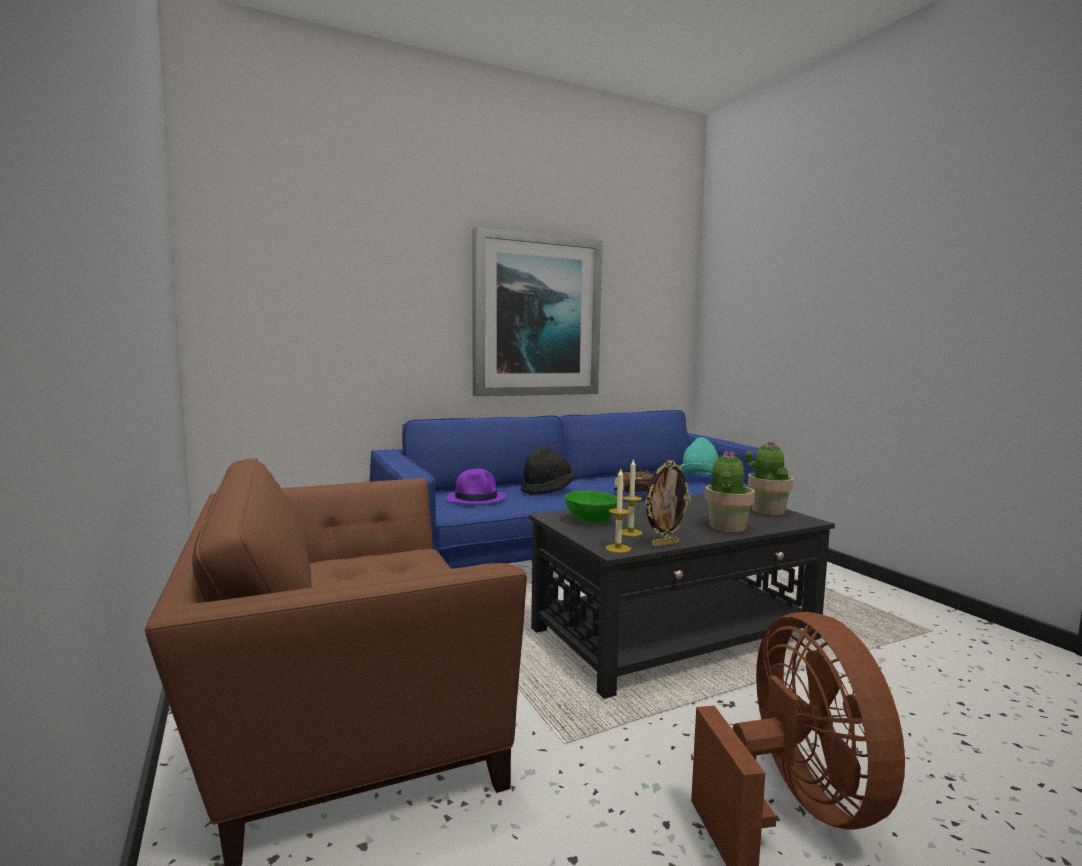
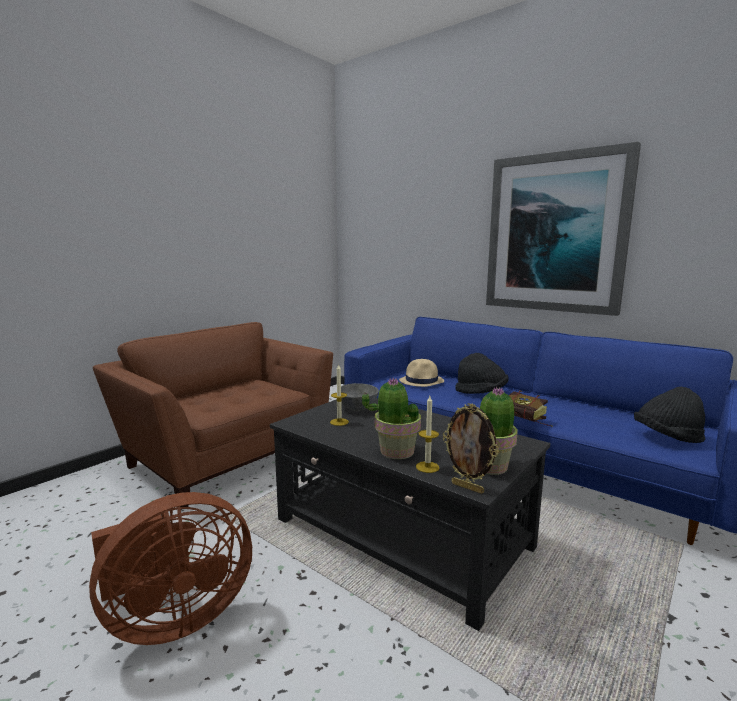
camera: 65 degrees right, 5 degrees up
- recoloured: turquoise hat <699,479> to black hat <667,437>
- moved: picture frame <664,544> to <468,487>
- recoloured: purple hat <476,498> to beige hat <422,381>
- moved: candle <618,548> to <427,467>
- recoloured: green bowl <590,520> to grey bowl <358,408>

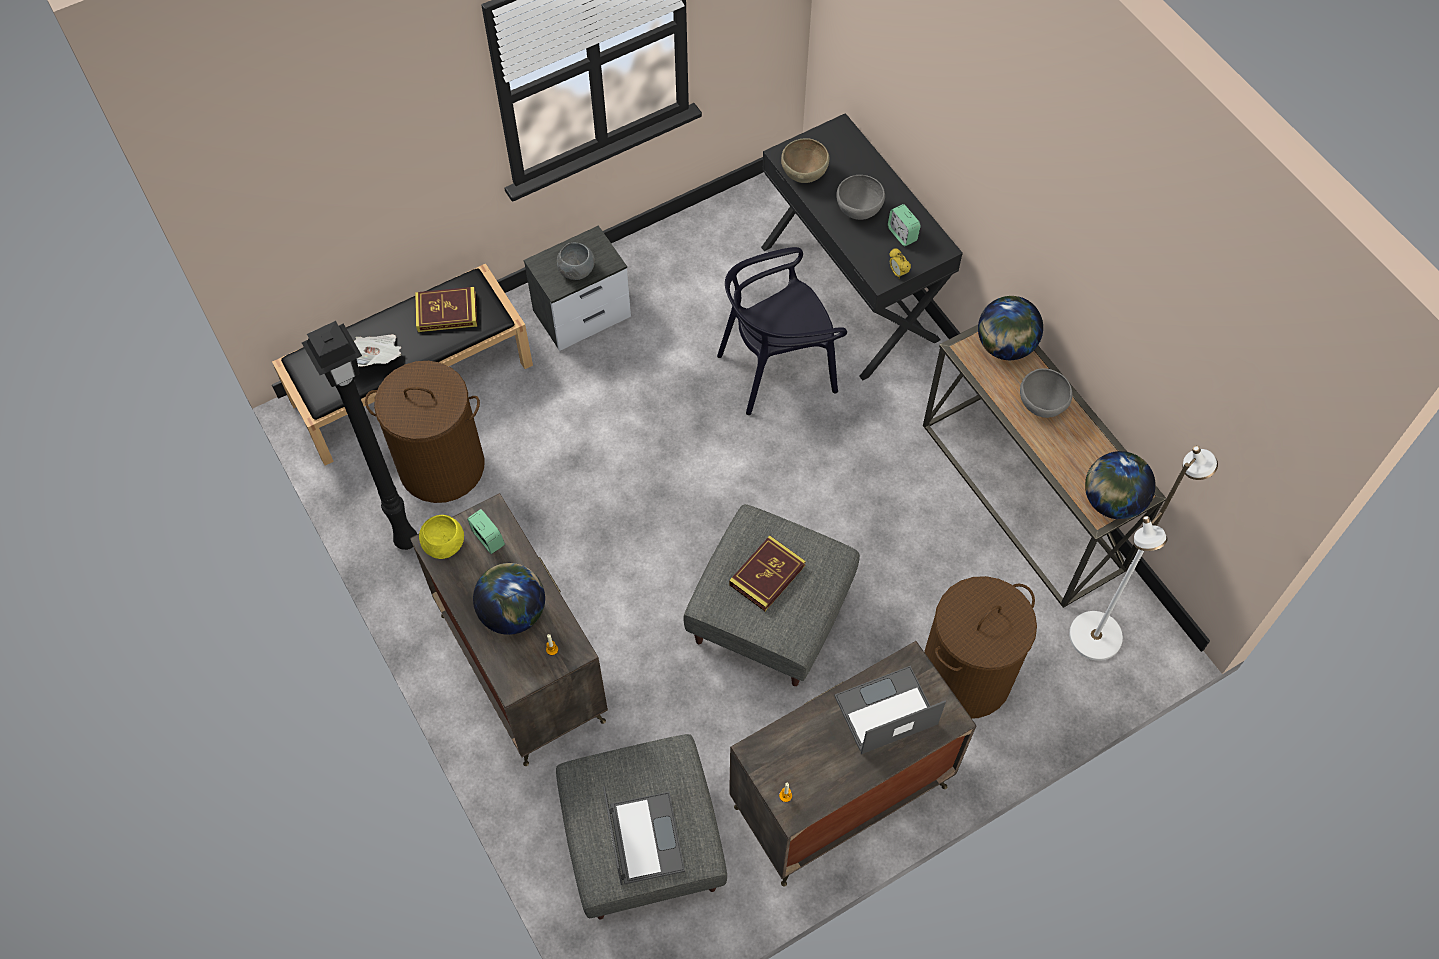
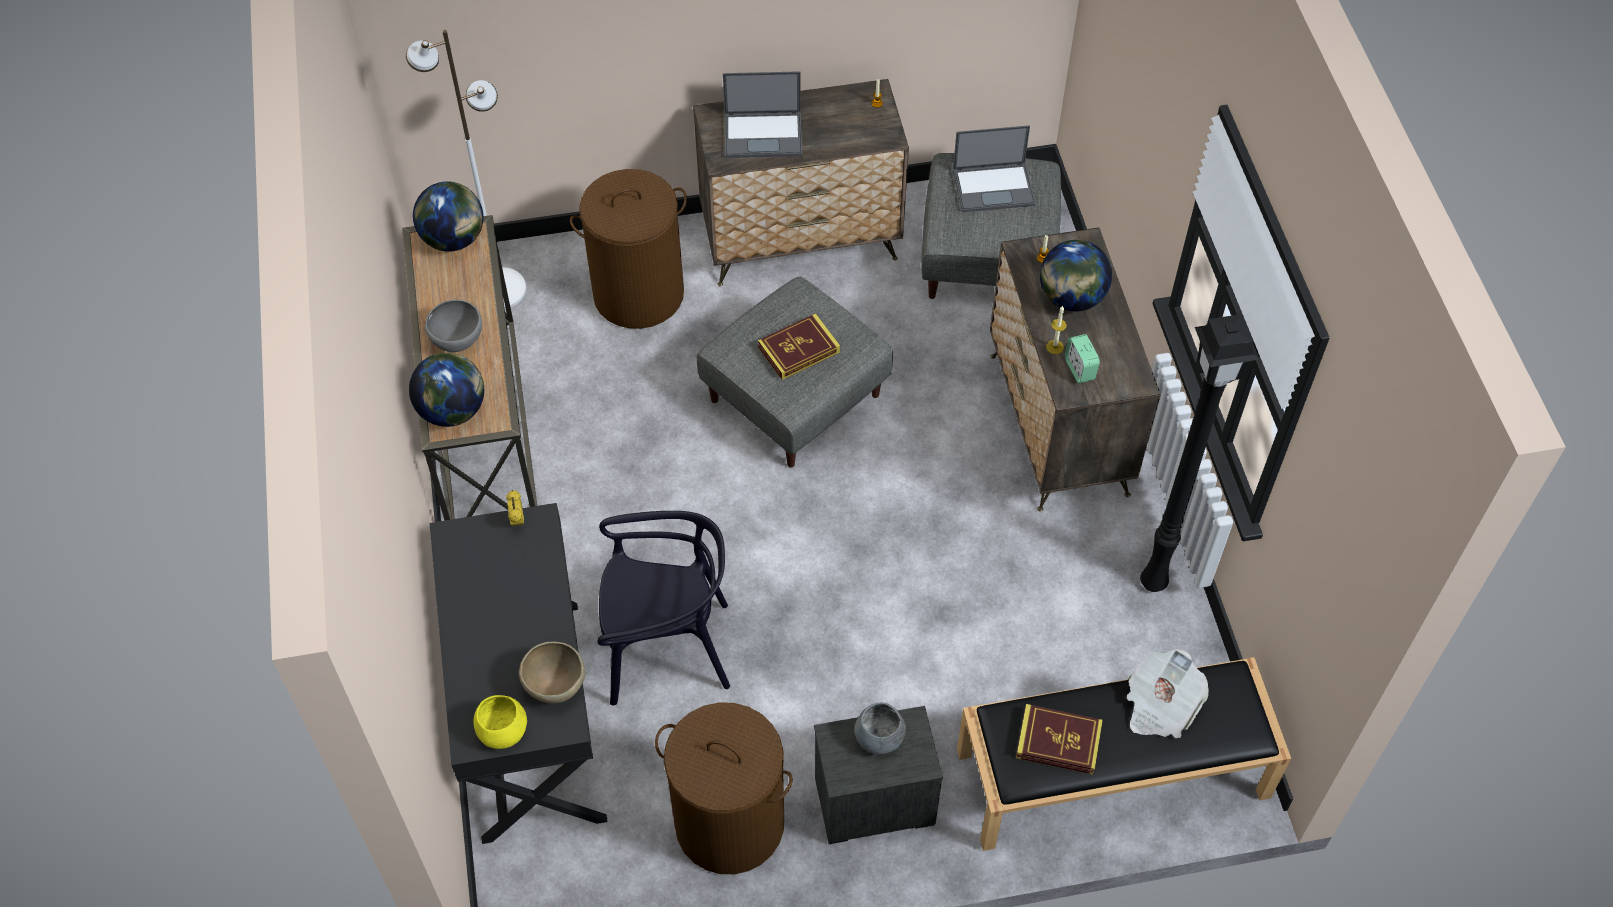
camera: 160 degrees left, 5 degrees down
- removed: grey bowl <859,211>
- removed: alarm clock <902,234>
- moved: brown laundry basket <442,466> to <729,824>
- moved: yellow bowl <444,545> to <503,731>
- turned: laptop <644,837> = <994,187> 105 degrees counterclockwise
- added: candle <1055,347>

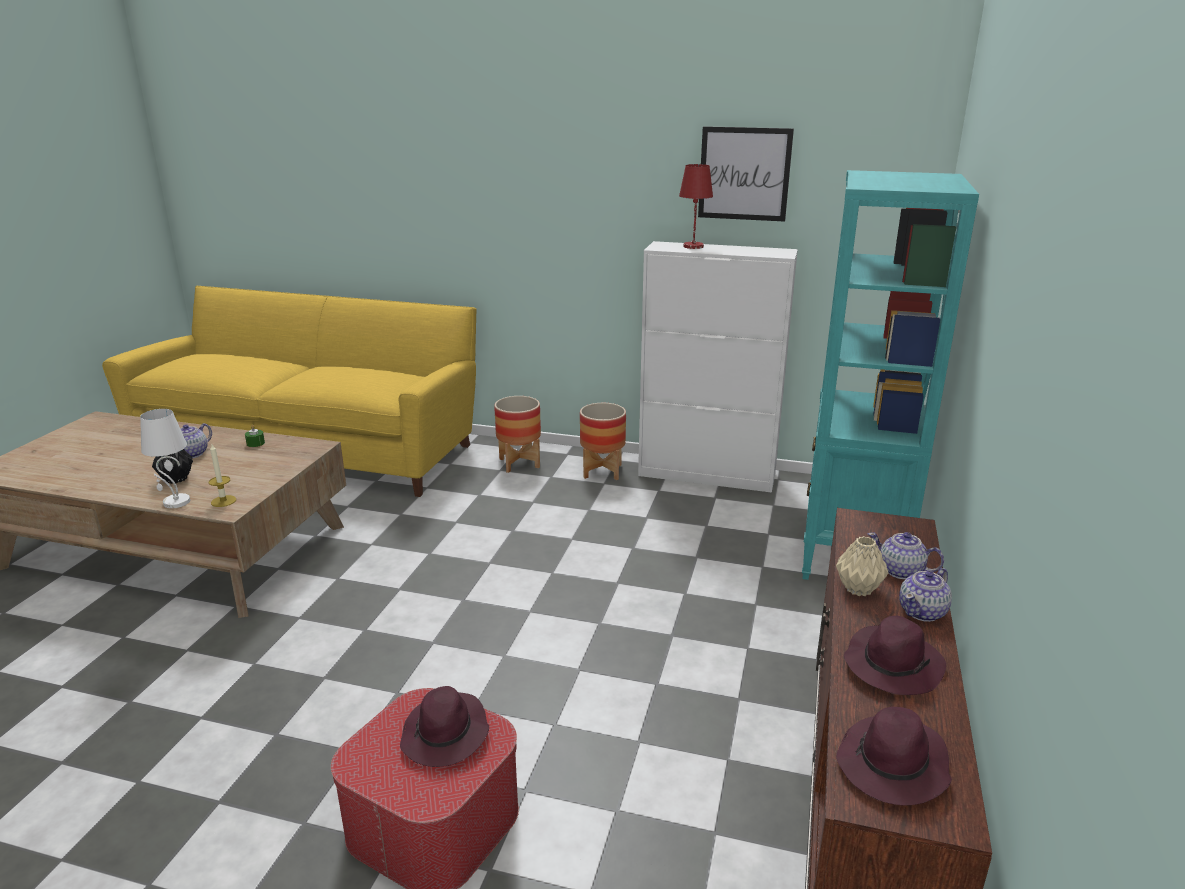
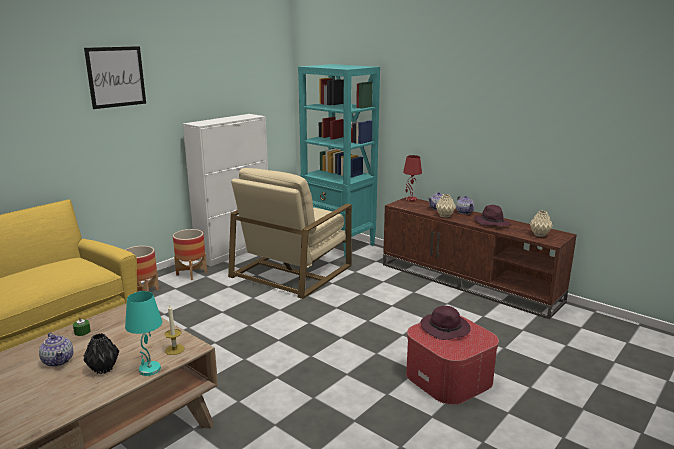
camera: 65 degrees left, 5 degrees down
- moved: picture <744,174> to <116,77>
- moved: red table lamp <693,246> to <410,199>
- recoloured: white table lamp <176,502> to turquoise table lamp <150,370>
- replaced: purple hat <893,766> to beige vase <540,235>
- added: beige armchair <291,270>

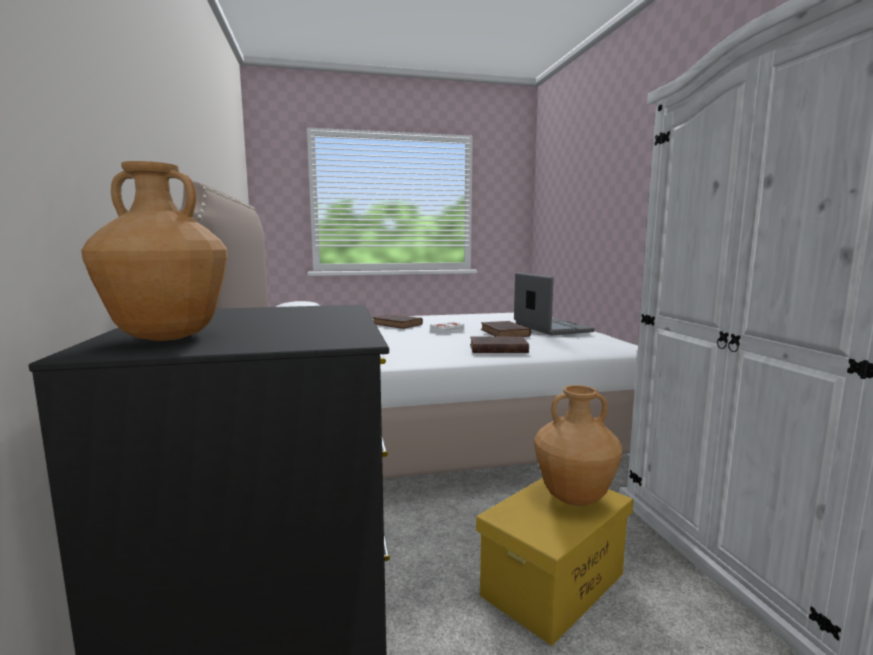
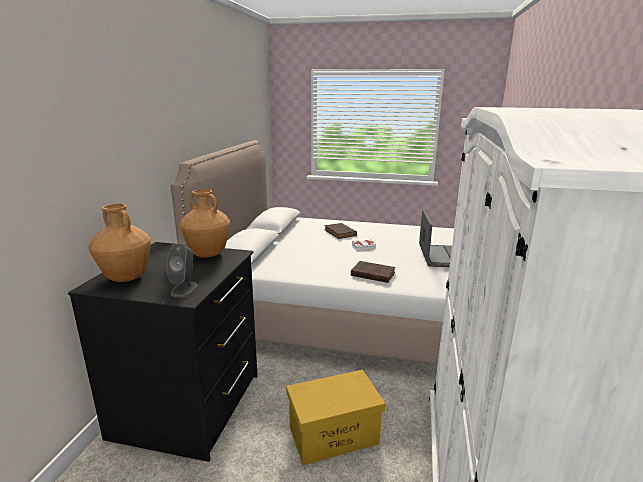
camera: 25 degrees right, 10 degrees up
- removed: brown book <505,333>
- moved: brown vase <573,498> to <207,254>
- added: grey speaker <184,289>

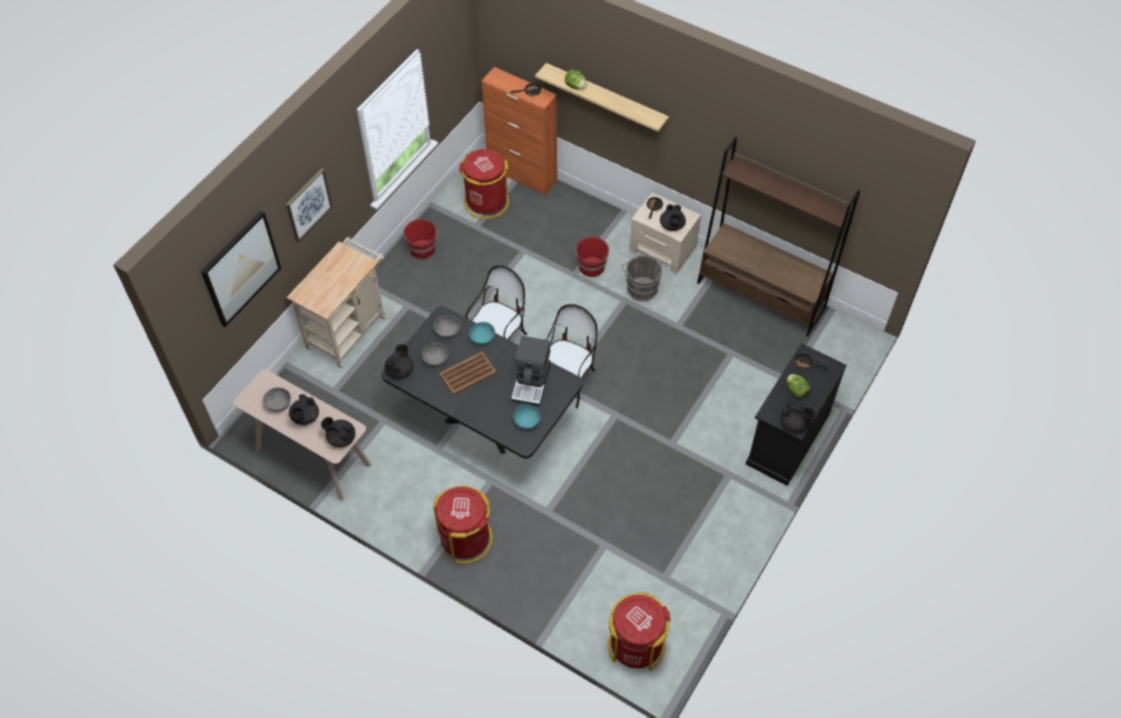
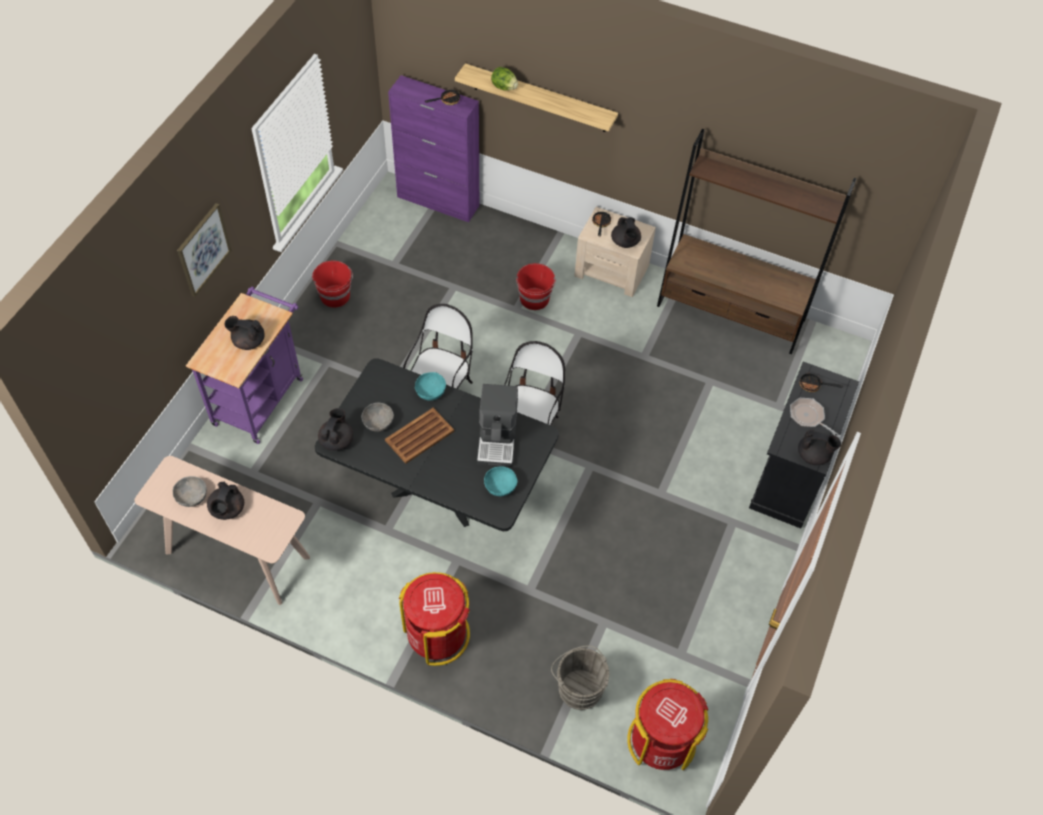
camera: 10 degrees left, 0 degrees up
- recoloured: orange cabinet <522,174> to purple cabinet <438,201>
- removed: red trash can <486,202>
- removed: picture <241,268>
- recoloured: beige cart <349,329> to purple cart <261,397>
- moved: grey bucket <641,288> to <578,686>
- removed: grey bowl <447,331>
- replaced: lettuce <796,391> to frying pan <809,417>
- moved: black teapot <341,438> to <248,341>

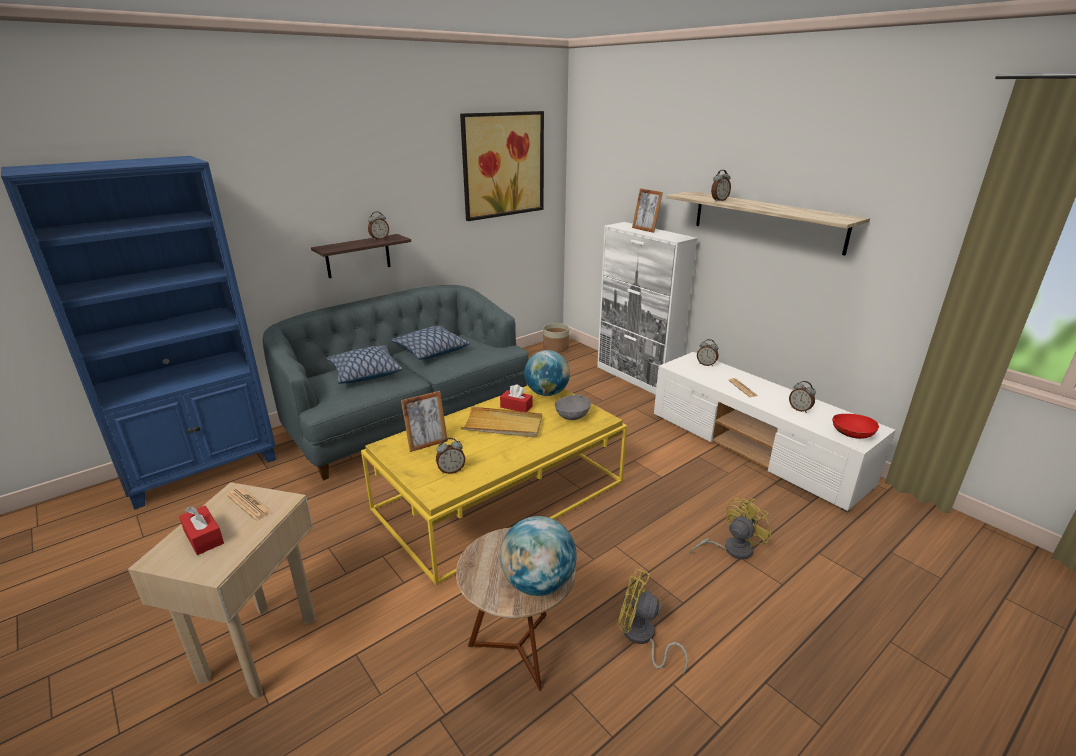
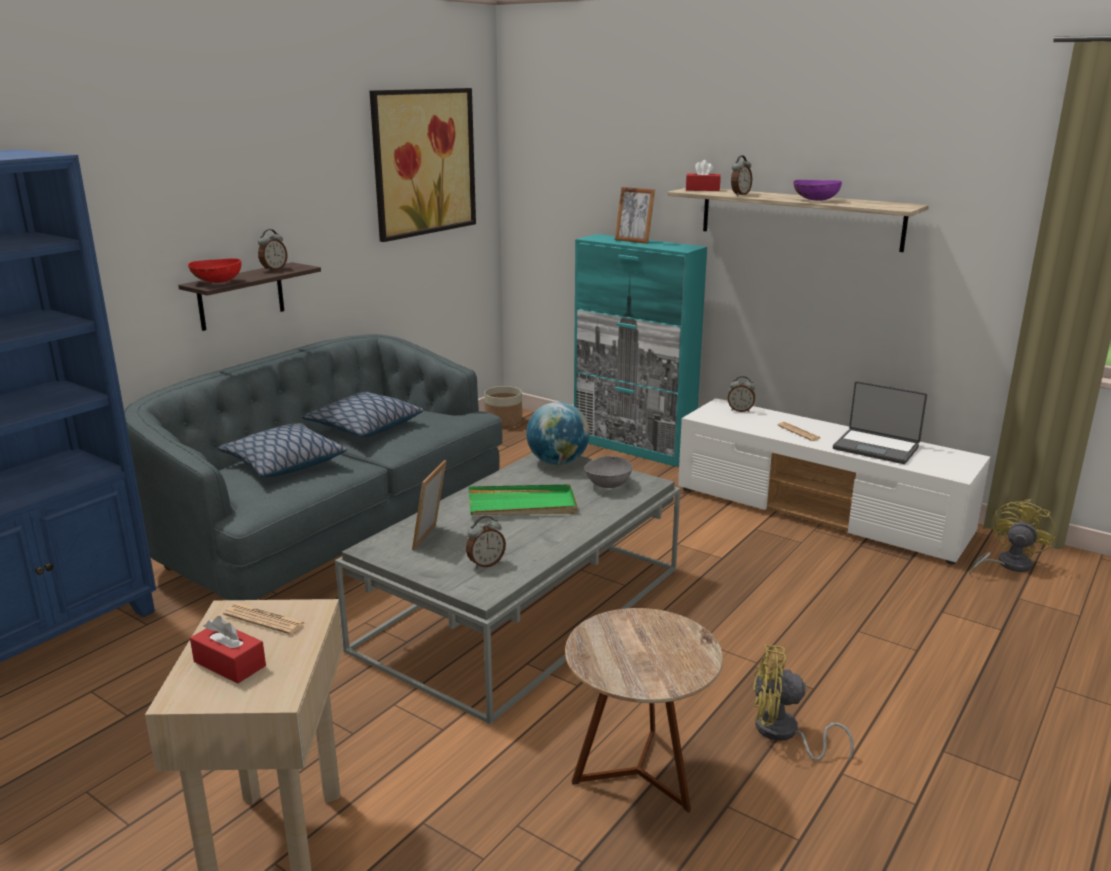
camera: 15 degrees left, 5 degrees down
- recoloured: white cabinet <637,377> to turquoise cabinet <633,447>
- replaced: alarm clock <799,409> to laptop <876,447>
- moved: red tissue box <516,406> to <702,189>
- recoloured: yellow coffee table <501,495> to grey coffee table <522,608>
- turned: picture frame <427,443> = <431,538> 150 degrees clockwise
- recoloured: beige tray <503,425> to green tray <522,505>
- moved: red bowl <851,435> to <216,282>
- moved: yellow fan <731,549> to <1007,564>
- removed: globe <538,583>
- added: purple bowl <815,200>

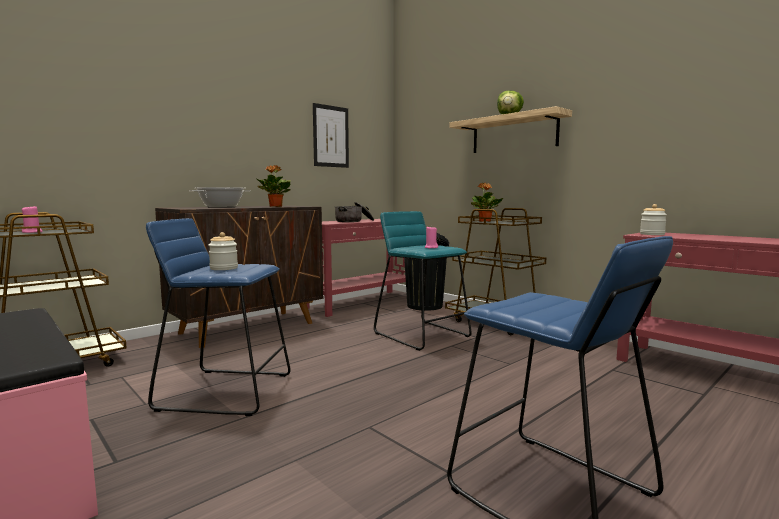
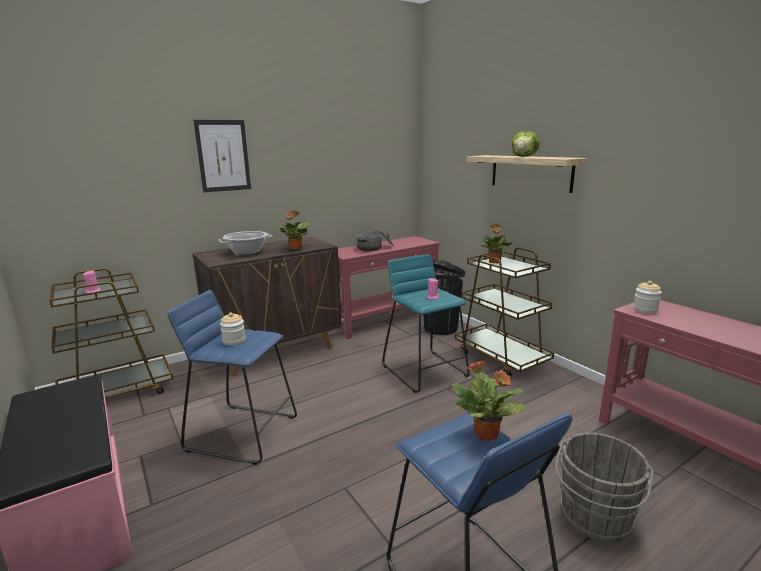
camera: 10 degrees right, 10 degrees up
- moved: picture <331,136> to <223,156>
- added: potted plant <487,434>
- added: grey bucket <594,518>

